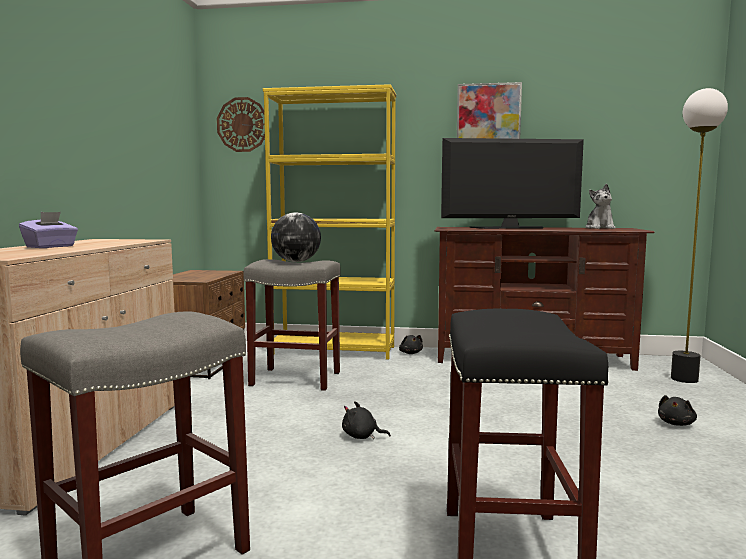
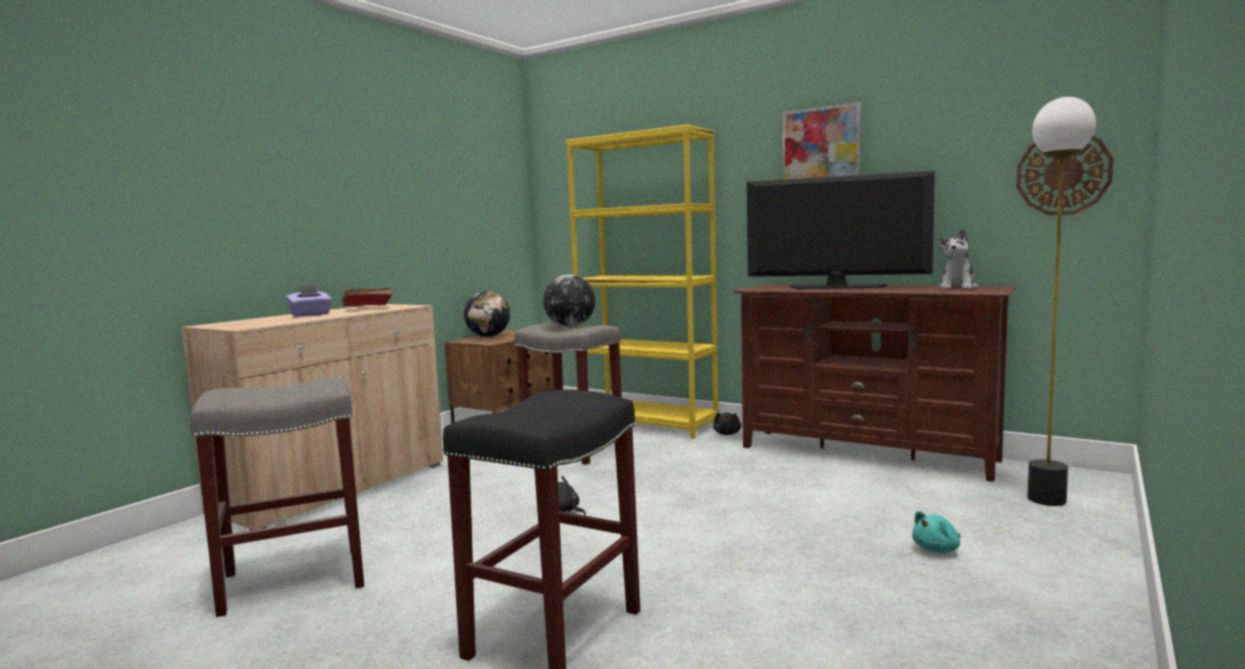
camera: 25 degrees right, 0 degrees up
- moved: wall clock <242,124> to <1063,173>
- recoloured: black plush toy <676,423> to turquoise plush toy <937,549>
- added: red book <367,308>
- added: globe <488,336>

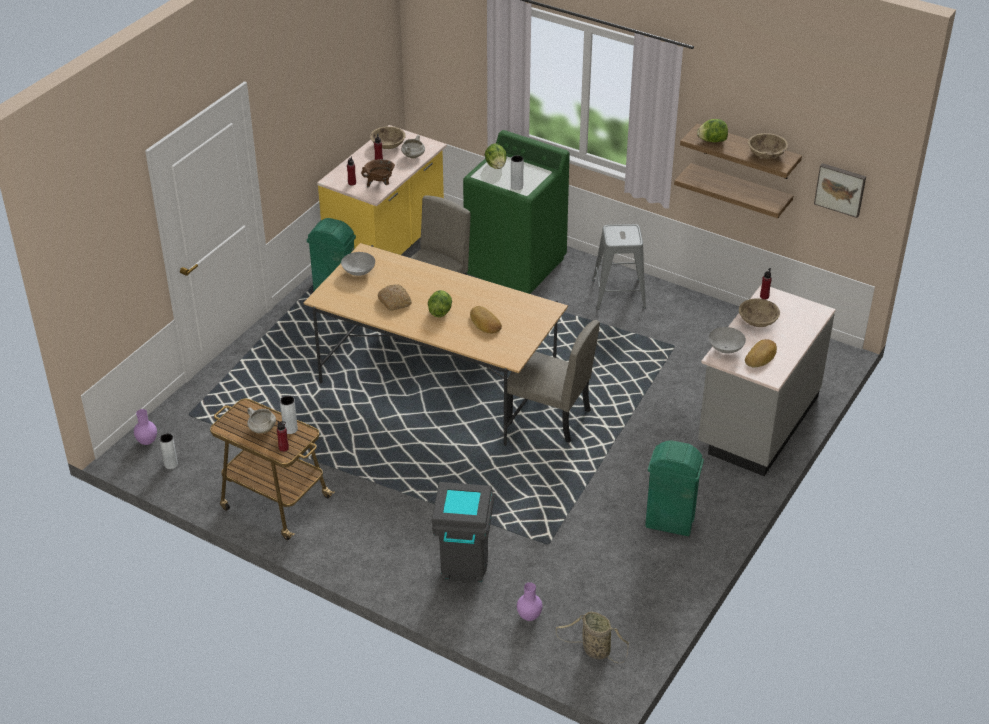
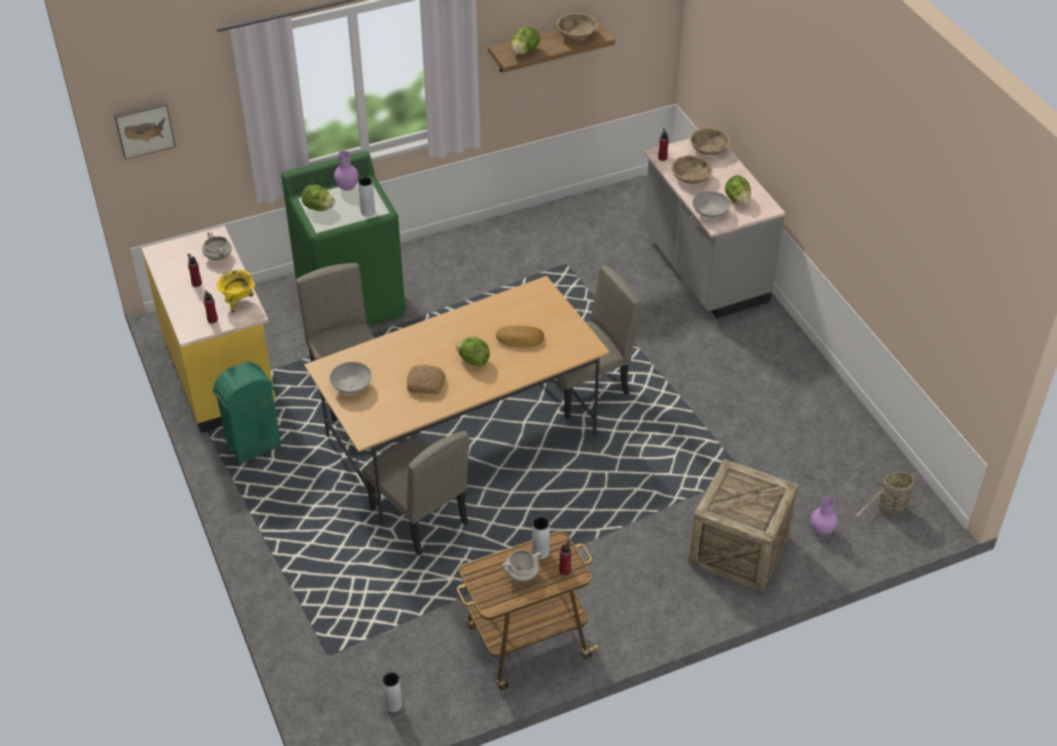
camera: 55 degrees left, 5 degrees up
- moved: beige bowl <388,145> to <708,150>
- recoloured: brown cooking pot <379,184> to yellow cooking pot <238,301>
- removed: shelf <739,191>
- moved: picture <840,189> to <144,128>
- removed: grey stool <618,293>
- replaced: bread <761,356> to lettuce <737,200>
- moved: purple vase <147,442> to <347,188>
- removed: green trash can <670,523>
- replaced: grey trash can <464,576> to crate <739,549>
- added: beige chair <418,517>

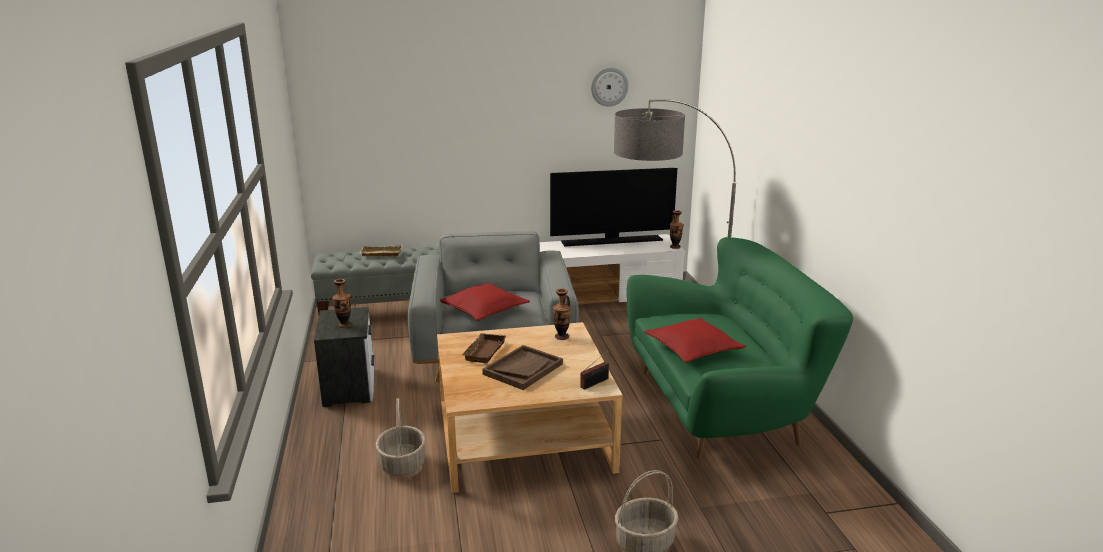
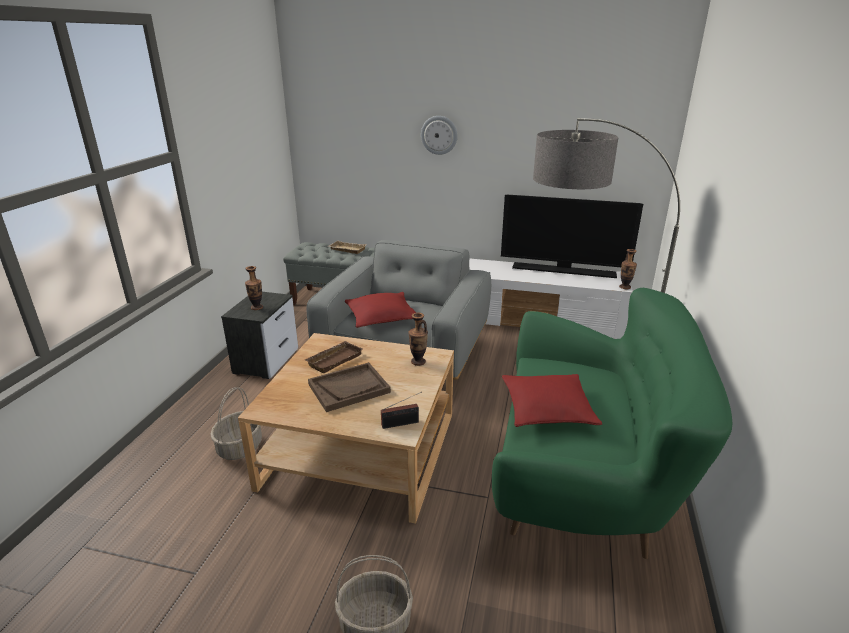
camera: 25 degrees right, 5 degrees up
- moved: wall clock <609,86> to <439,135>

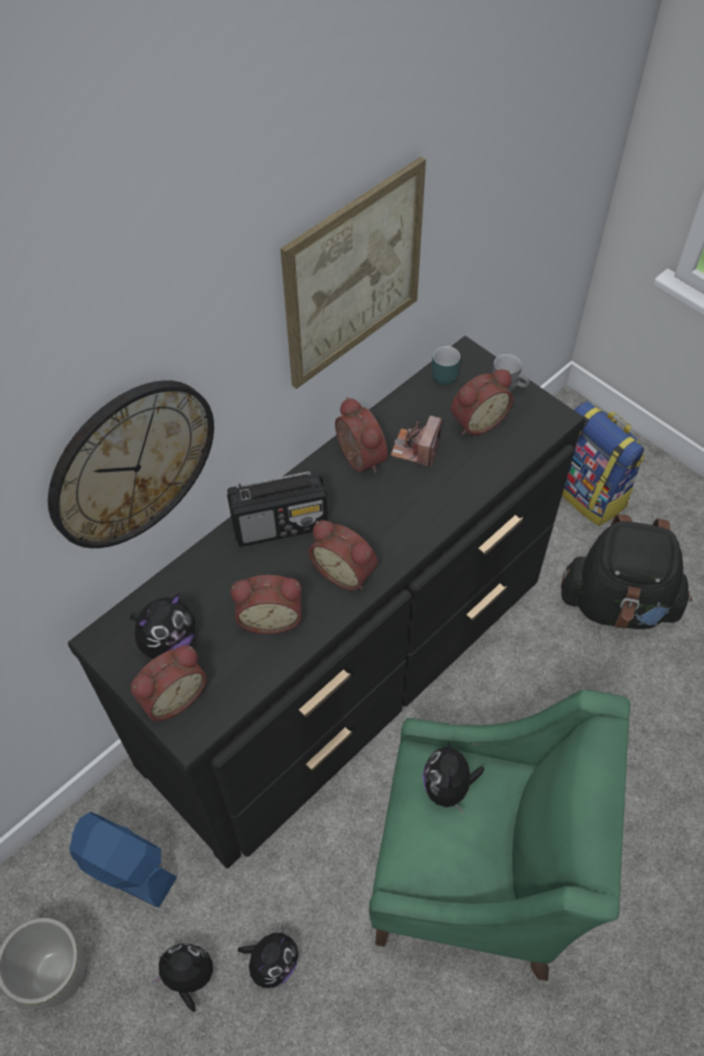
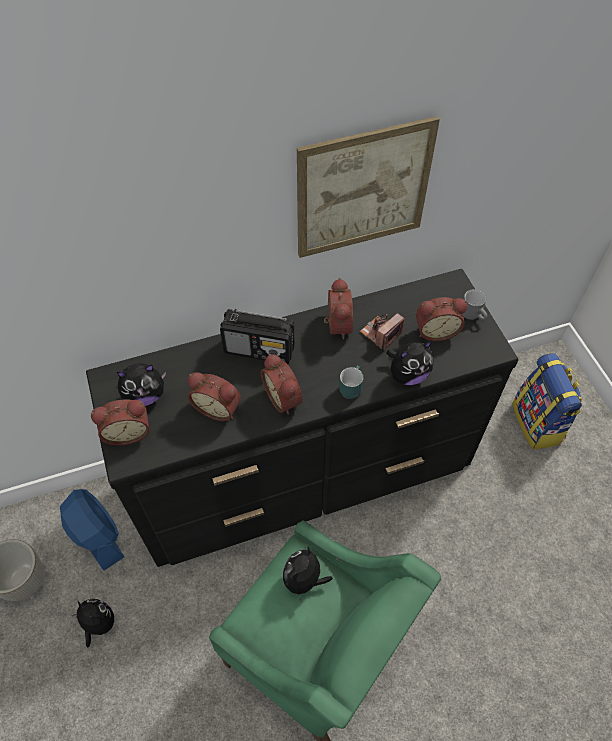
camera: 25 degrees right, 0 degrees up
- moved: turquoise mug <442,373> to <350,387>
- removed: wall clock <131,463>
- removed: black backpack <618,604>
- moved: plush toy <272,963> to <407,375>

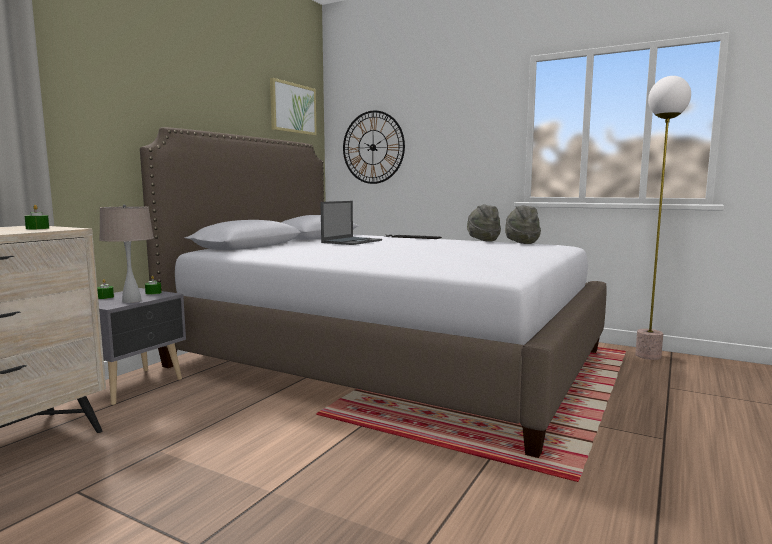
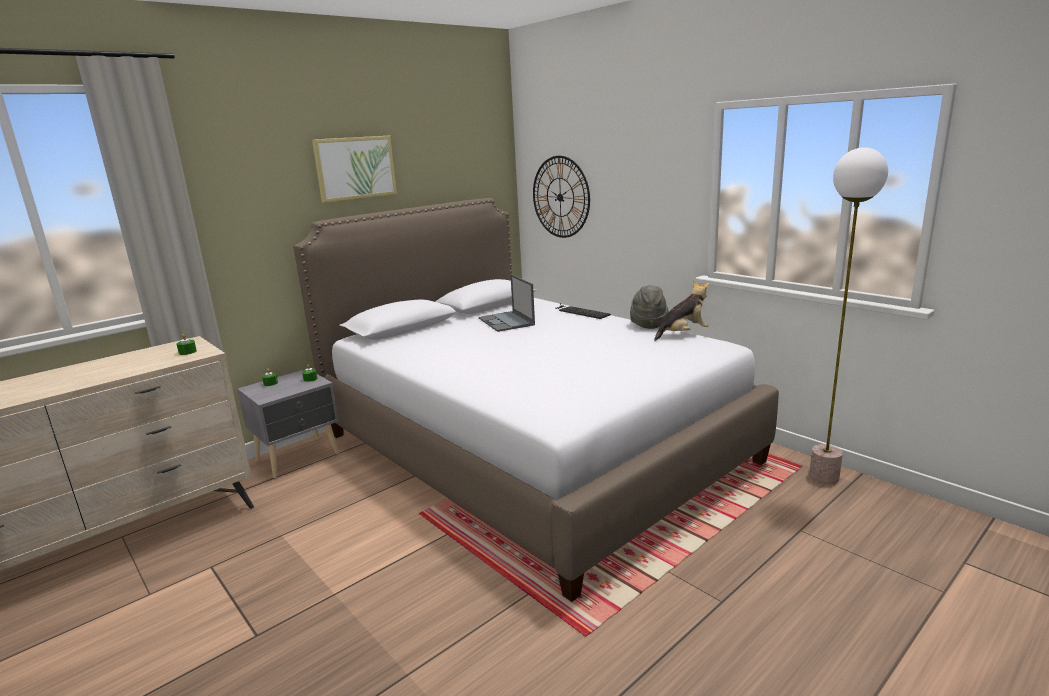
camera: 20 degrees right, 10 degrees up
- moved: picture <293,108> to <355,168>
- turned: laptop <352,241> = <506,322> 105 degrees clockwise
- removed: beige table lamp <131,301>
- replaced: grey hat <521,242> to plush toy <683,334>

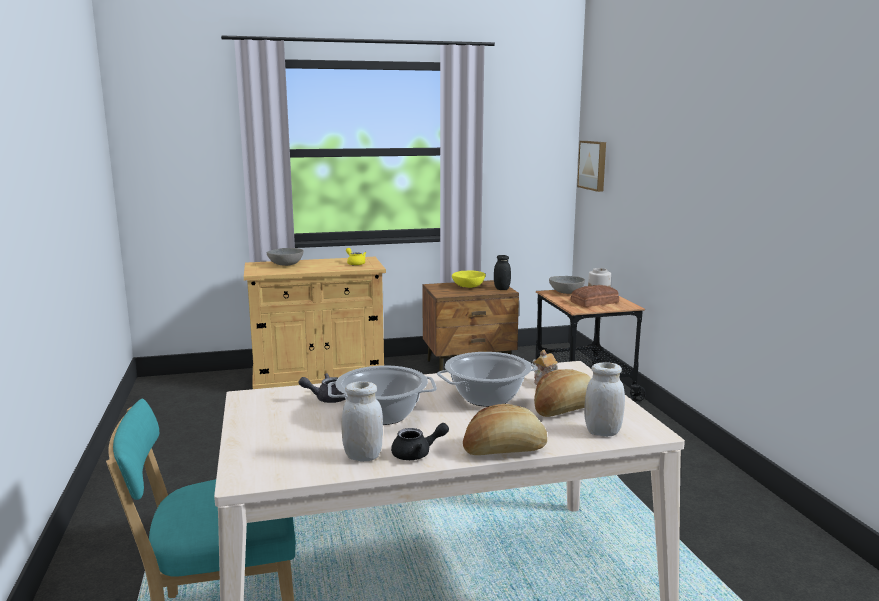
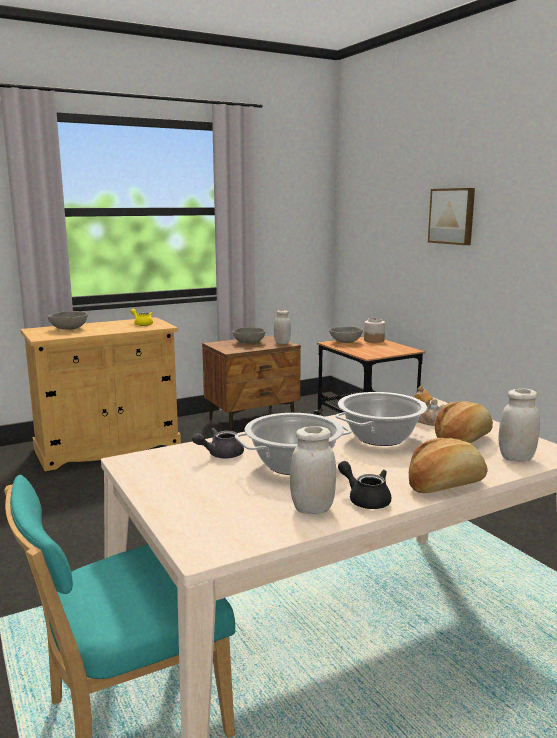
camera: 15 degrees left, 0 degrees up
- moved: picture <593,165> to <452,216>
- recoloured: black jar <501,289> to white jar <282,343>
- recoloured: yellow bowl <468,287> to grey bowl <248,343>
- removed: bread <595,302>
- turned: black teapot <417,454> = <365,499> 105 degrees counterclockwise

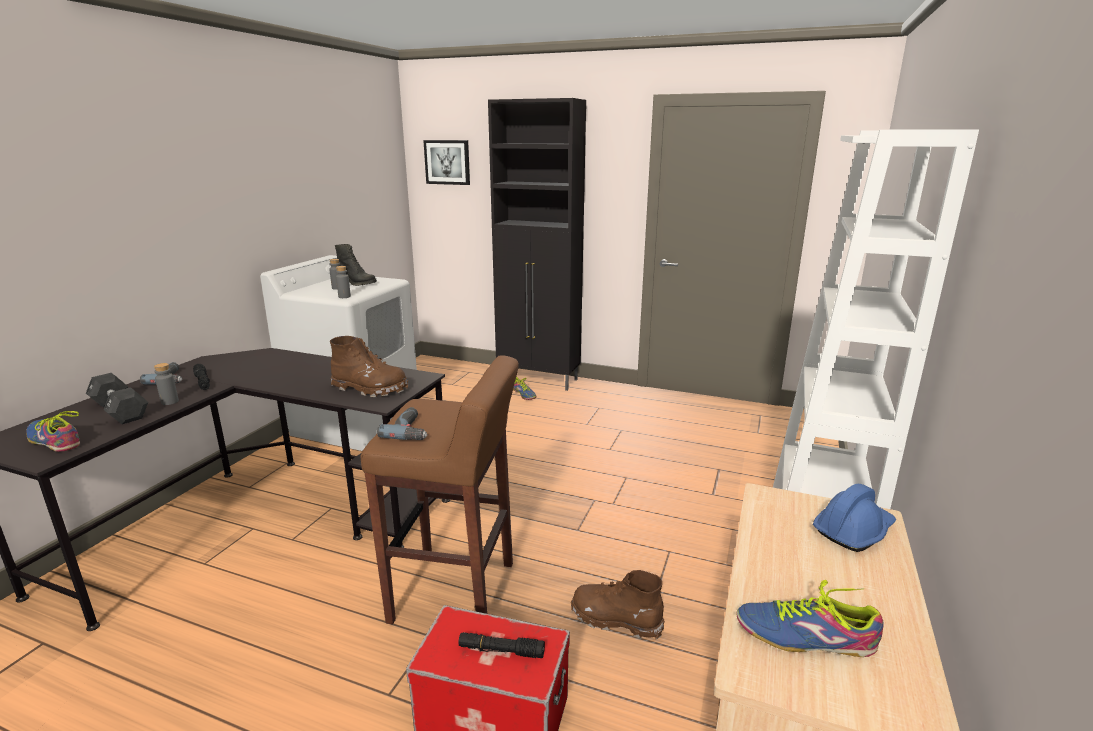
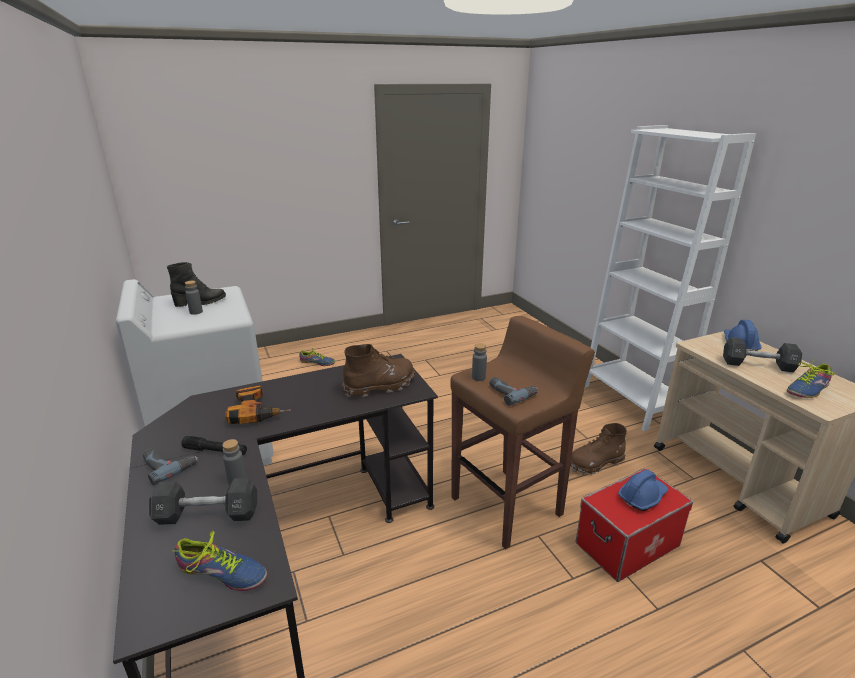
camera: 45 degrees left, 5 degrees up
- removed: black cabinet <539,380>
- removed: picture <447,162>
- moved: grey bottle <344,297> to <478,377>
- turned: shoe <54,441> = <223,572> 150 degrees counterclockwise
- replaced: black flashlight <501,651> to blue hard hat <642,496>
- added: black dumbbell <758,365>
- added: power drill <257,411>

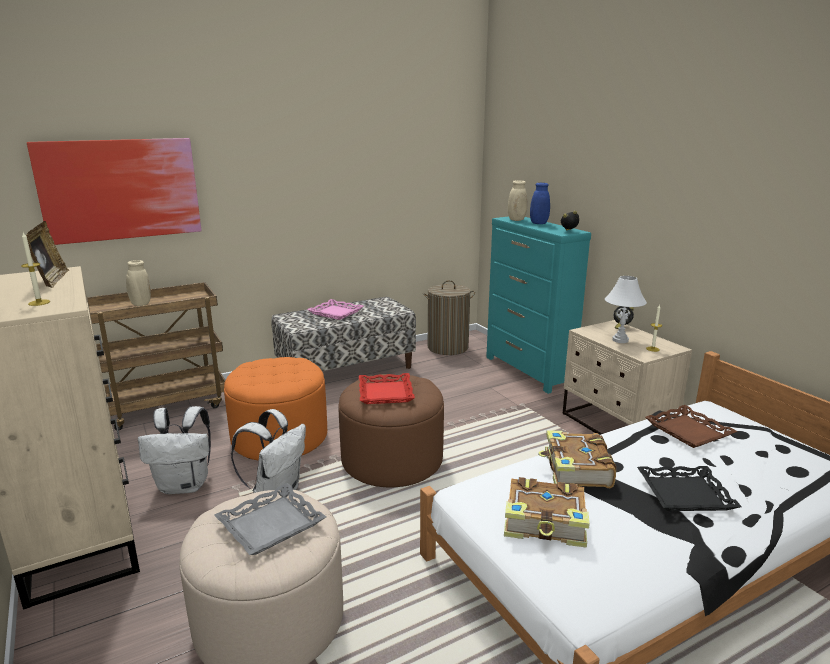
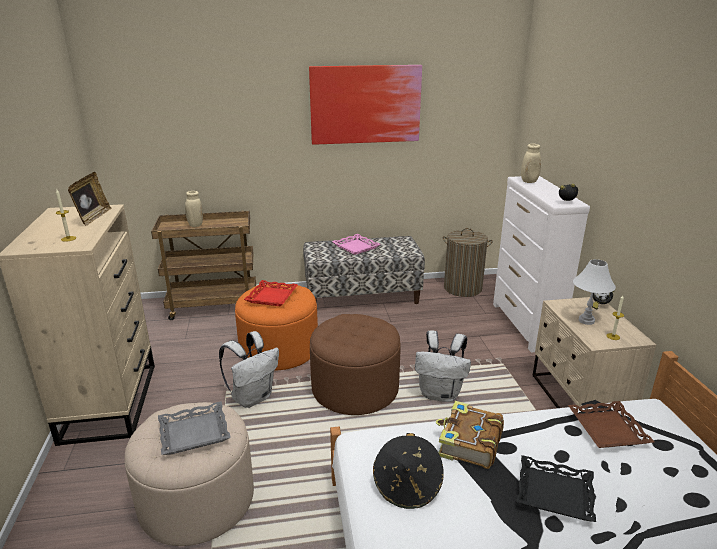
camera: 20 degrees right, 5 degrees up
- moved: picture <120,189> to <365,104>
- removed: blue vase <537,224>
- recoloured: turquoise dresser <528,371> to white dresser <525,325>
- moved: red tray <385,393> to <271,296>
- moved: white backpack <185,485> to <440,394>
- replaced: book <546,523> to black hat <407,487>

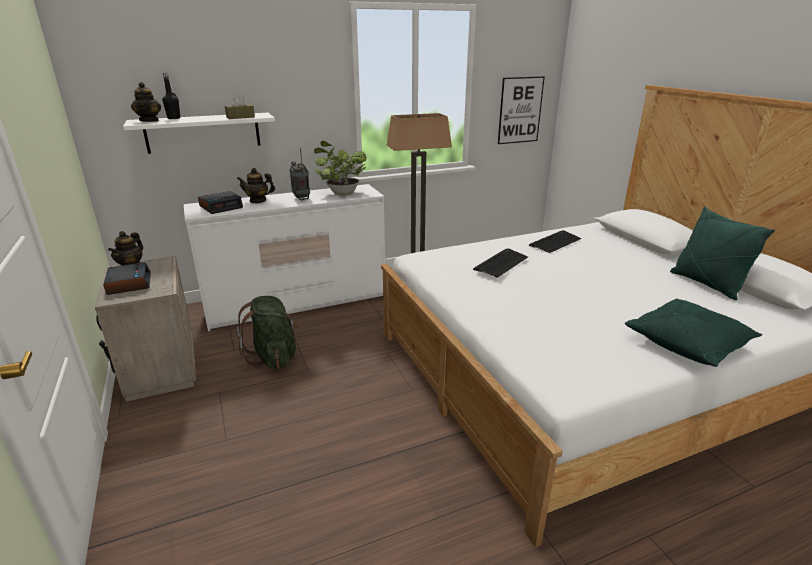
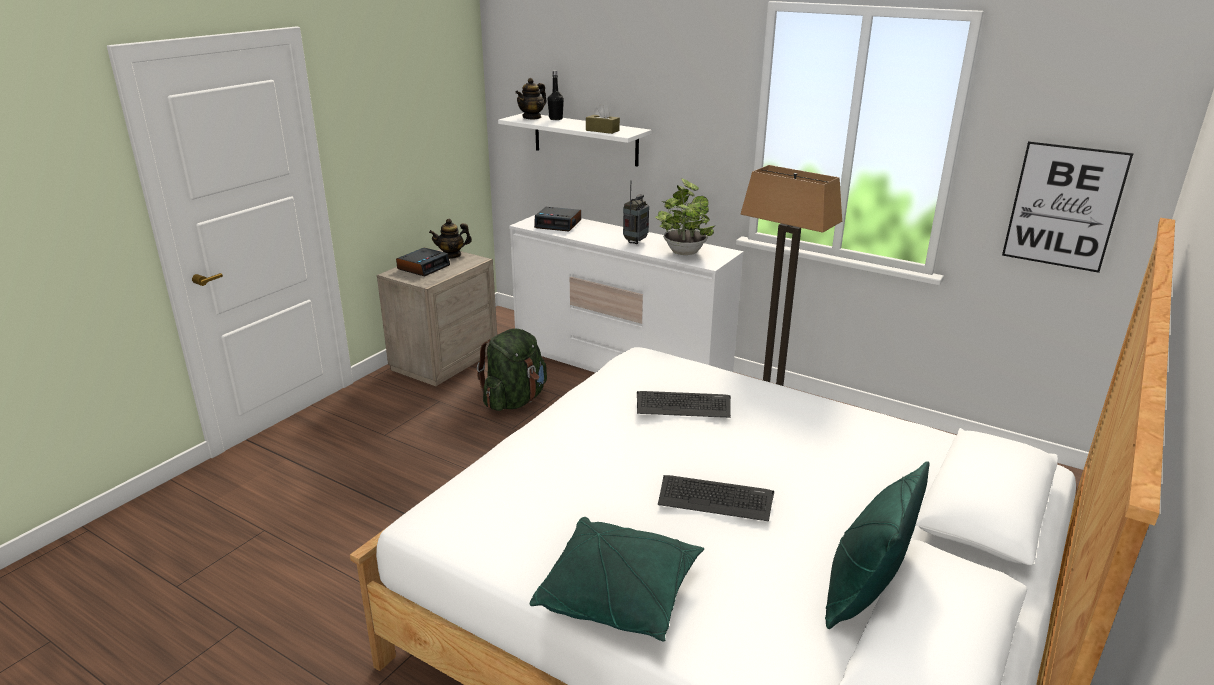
camera: 55 degrees right, 0 degrees up
- removed: teapot <258,200>
- moved: keyboard <555,242> to <715,499>

